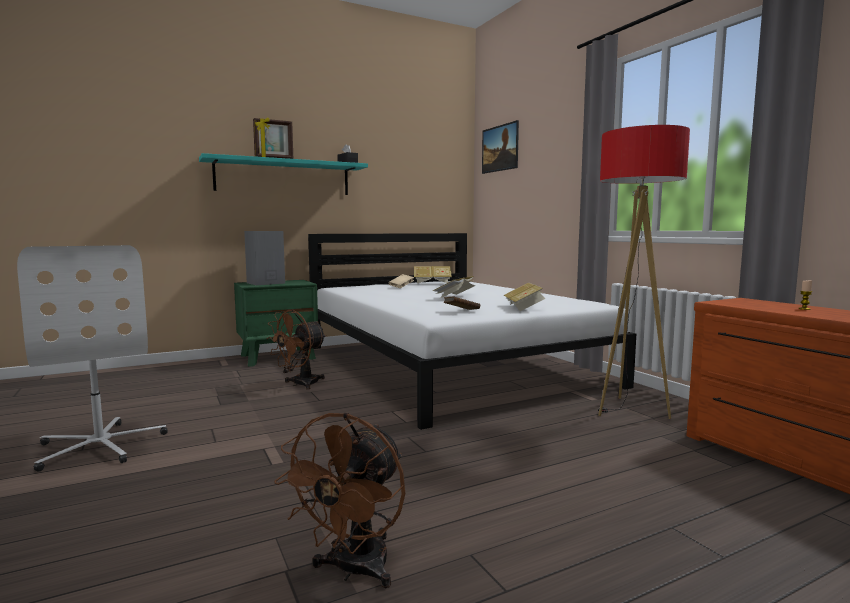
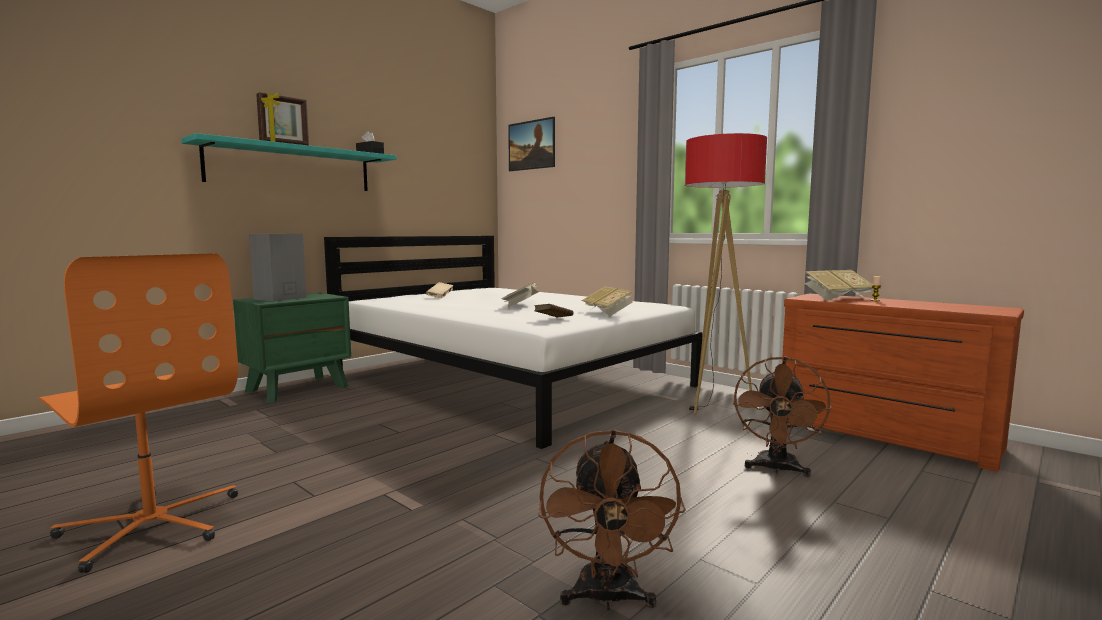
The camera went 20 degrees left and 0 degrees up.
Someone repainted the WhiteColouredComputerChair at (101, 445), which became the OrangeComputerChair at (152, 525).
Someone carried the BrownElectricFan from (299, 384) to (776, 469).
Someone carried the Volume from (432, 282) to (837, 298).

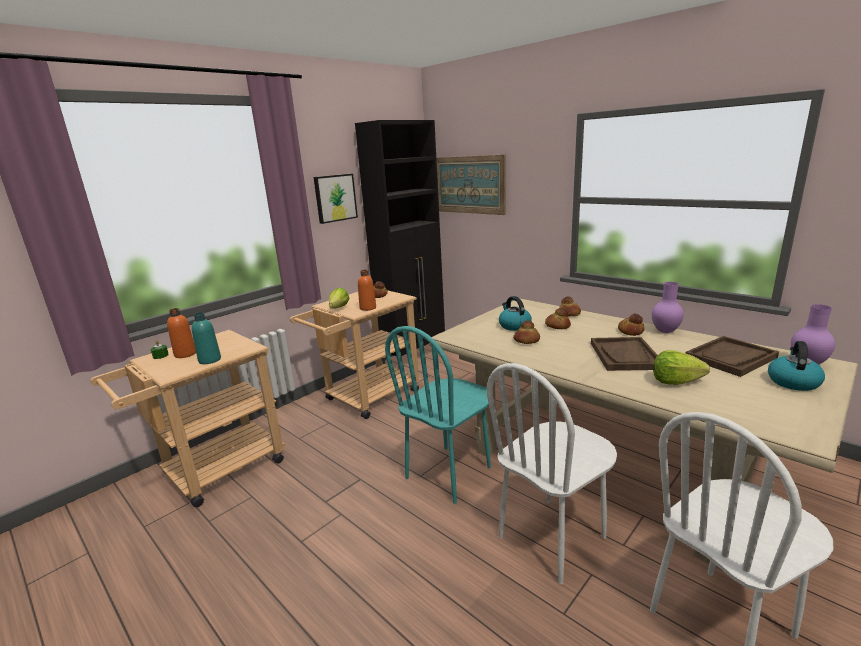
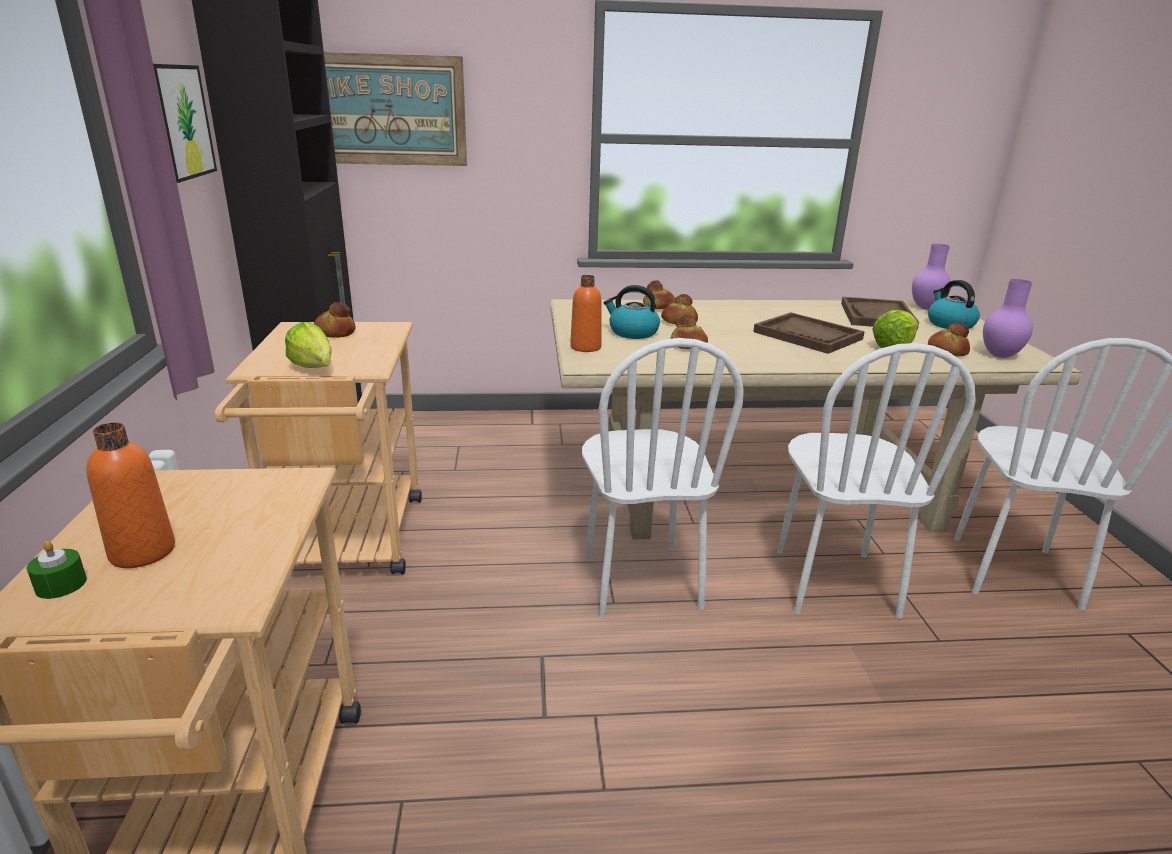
The camera went 50 degrees left and 5 degrees up.
Someone carried the OrangeBeverageBottle from (368, 308) to (585, 347).
Someone repainted the TurquoiseColouredChair at (449, 473), which became the WhiteColouredChair at (640, 580).
Someone carried the BakedBread from (631, 331) to (947, 351).
Someone carried the PurpleDecorativeVase from (664, 331) to (998, 355).
Someone took away the TurquoiseColouredBeverageBottle at (210, 360).

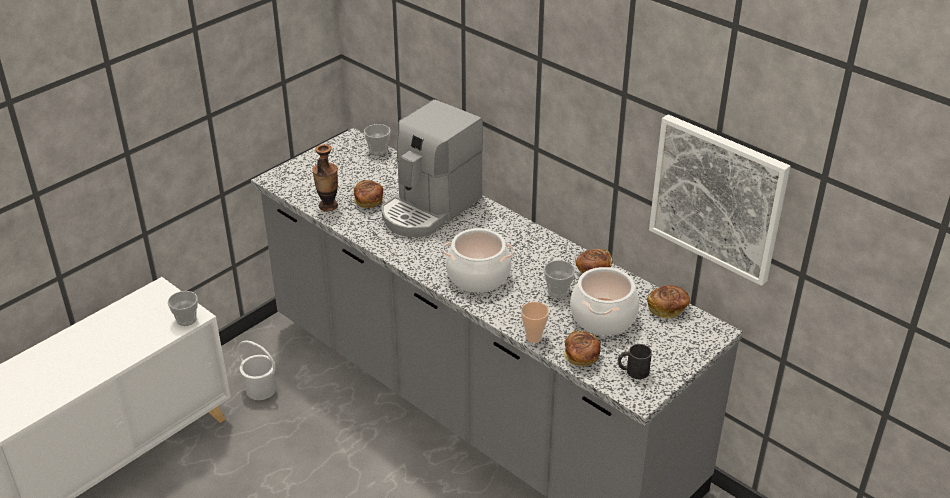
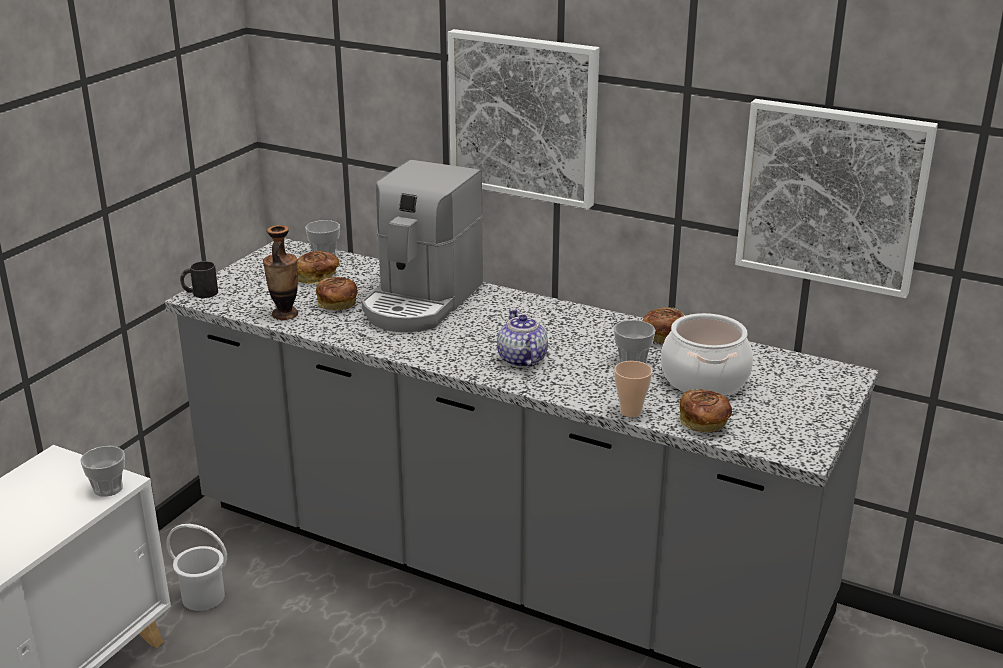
The camera went 15 degrees left and 10 degrees down.
Someone carried the BlackColouredMug from (632, 371) to (200, 293).
Someone carried the BakedBread from (667, 309) to (317, 277).
Someone put up the Picture at (523, 117).
Someone swapped the Saucepot at (478, 276) for the TeaPot at (521, 360).

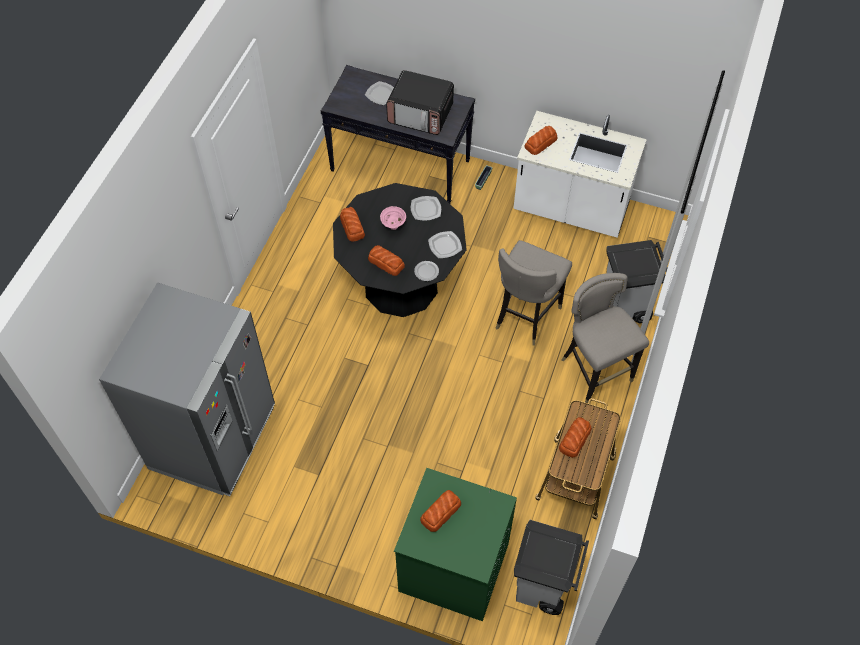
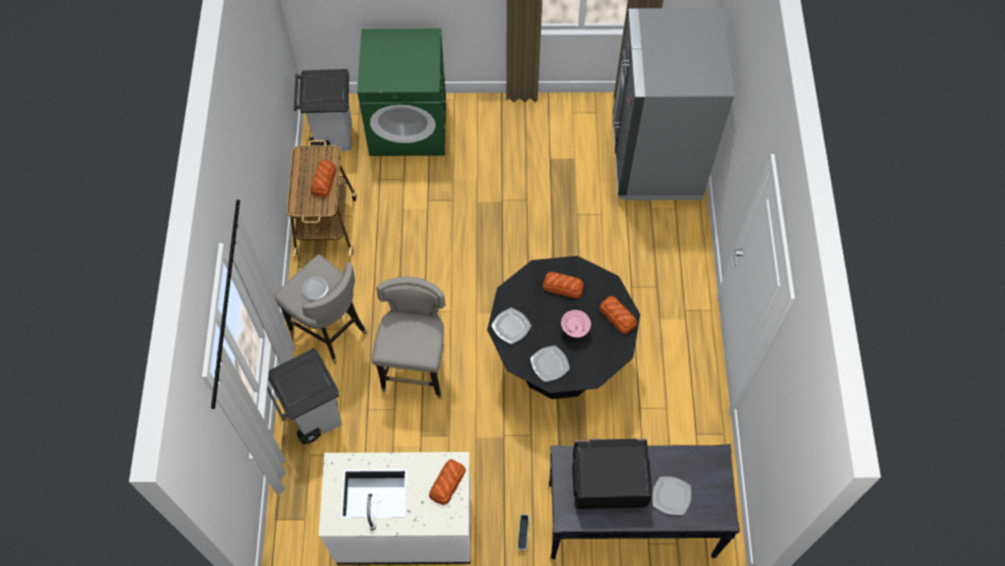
The camera went 160 degrees right and 5 degrees up.
Someone carried the Plate from (426, 271) to (315, 289).
Someone took away the BakedBread at (440, 512).

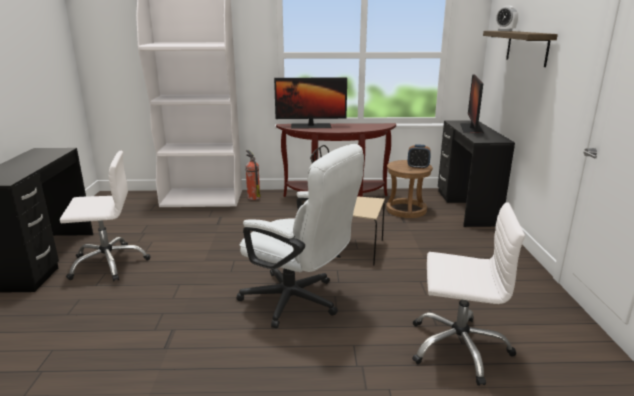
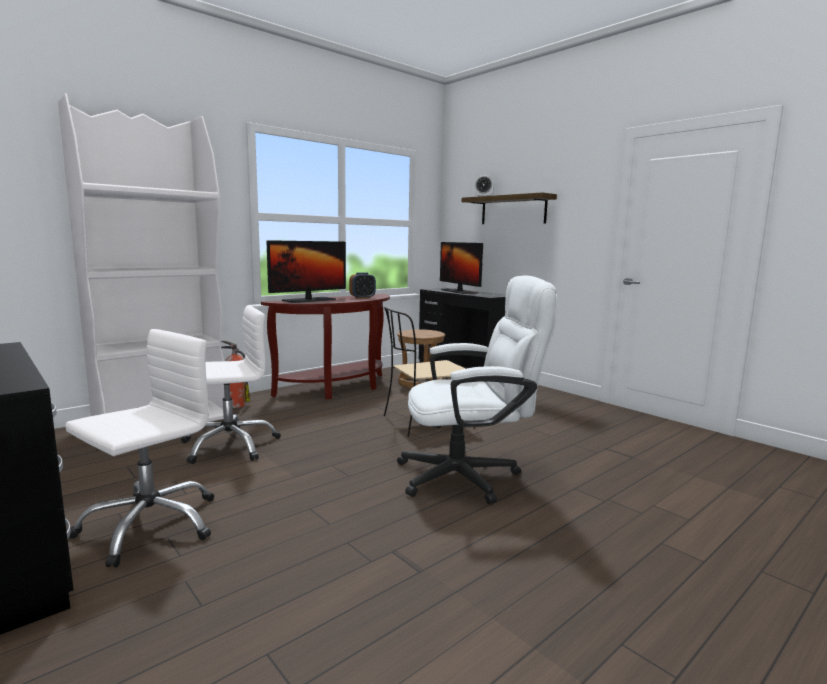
The camera went 40 degrees left and 10 degrees down.
Someone carried the WhiteColouredComputerChair from (458, 347) to (230, 445).
Someone carried the AlarmClock from (418, 167) to (362, 298).

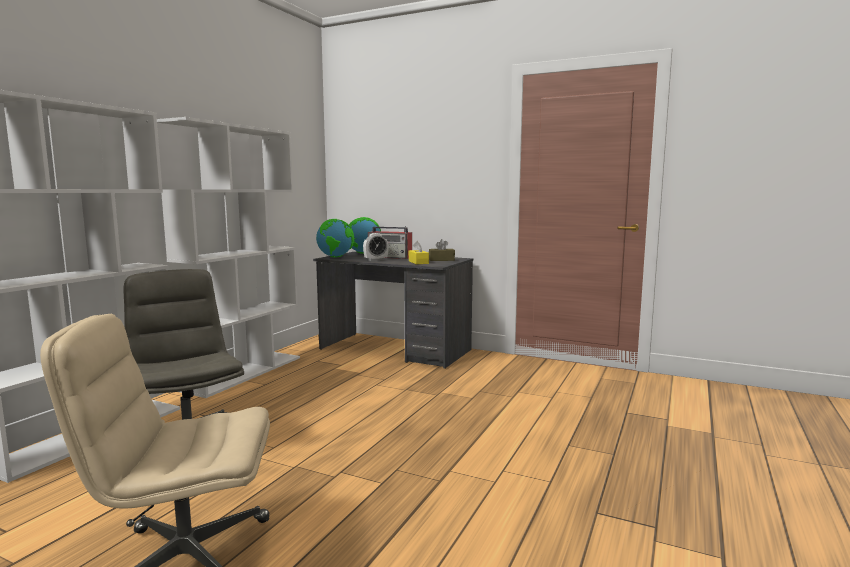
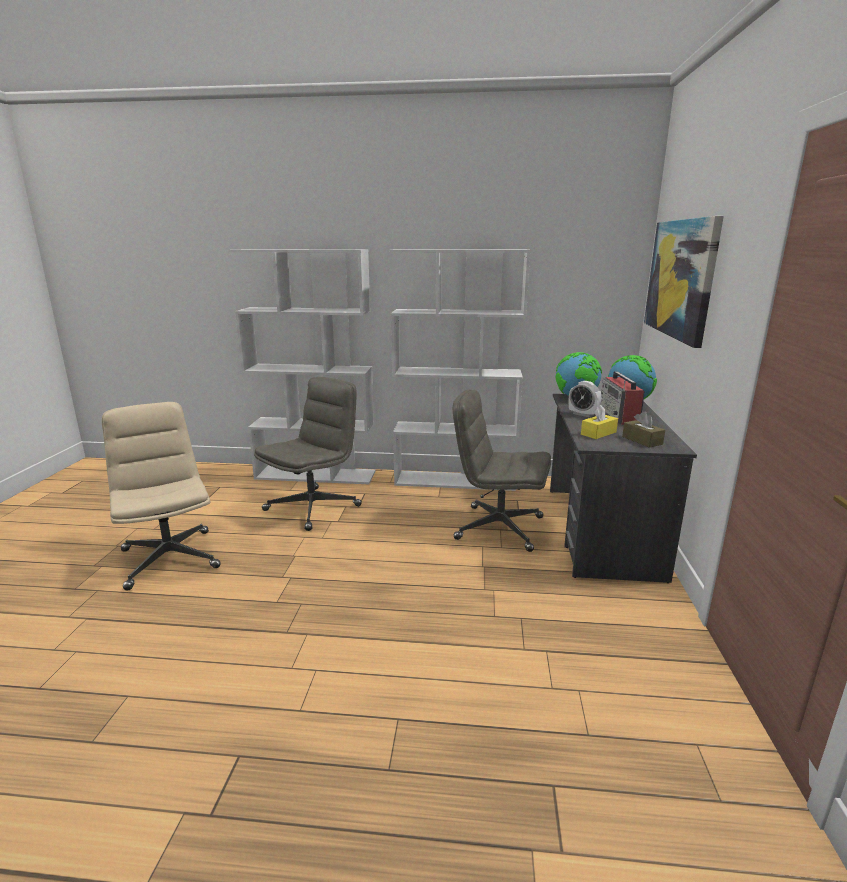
The camera went 70 degrees right and 10 degrees up.
Someone put down the GrayComputerChair at (498, 528).
Someone put up the Picture at (680, 278).

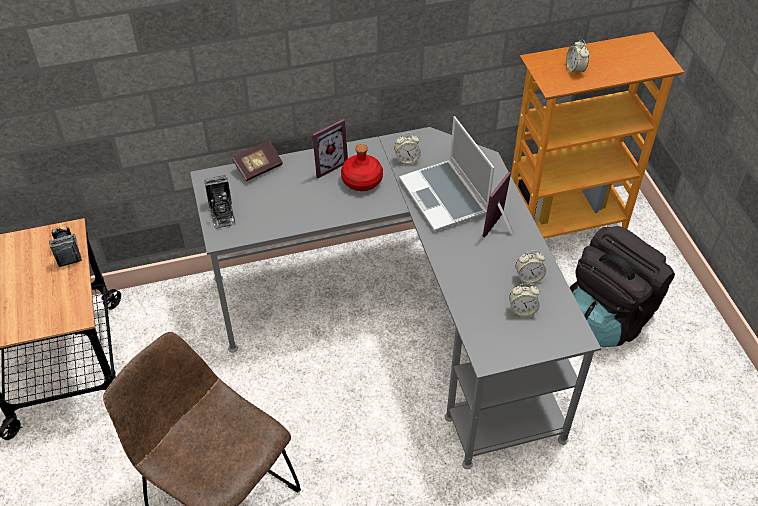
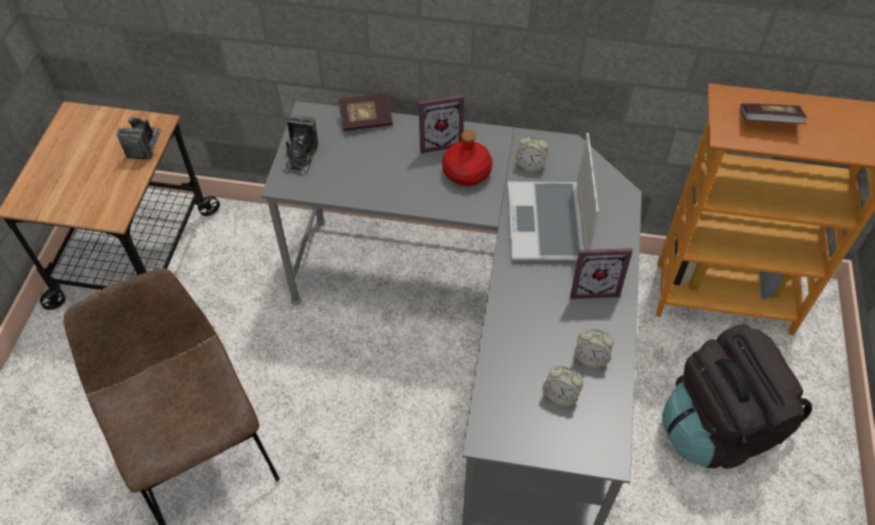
The camera went 25 degrees right and 5 degrees up.
Someone rotated the PhotoFrame at (501, 228) by 150 degrees counterclockwise.
Someone swapped the AlarmClock at (575, 69) for the Volume at (768, 122).

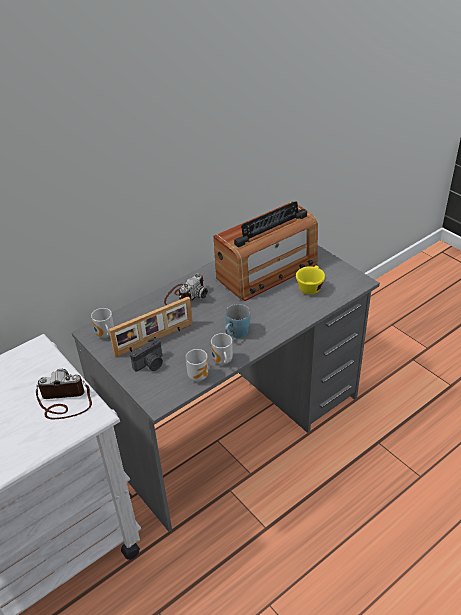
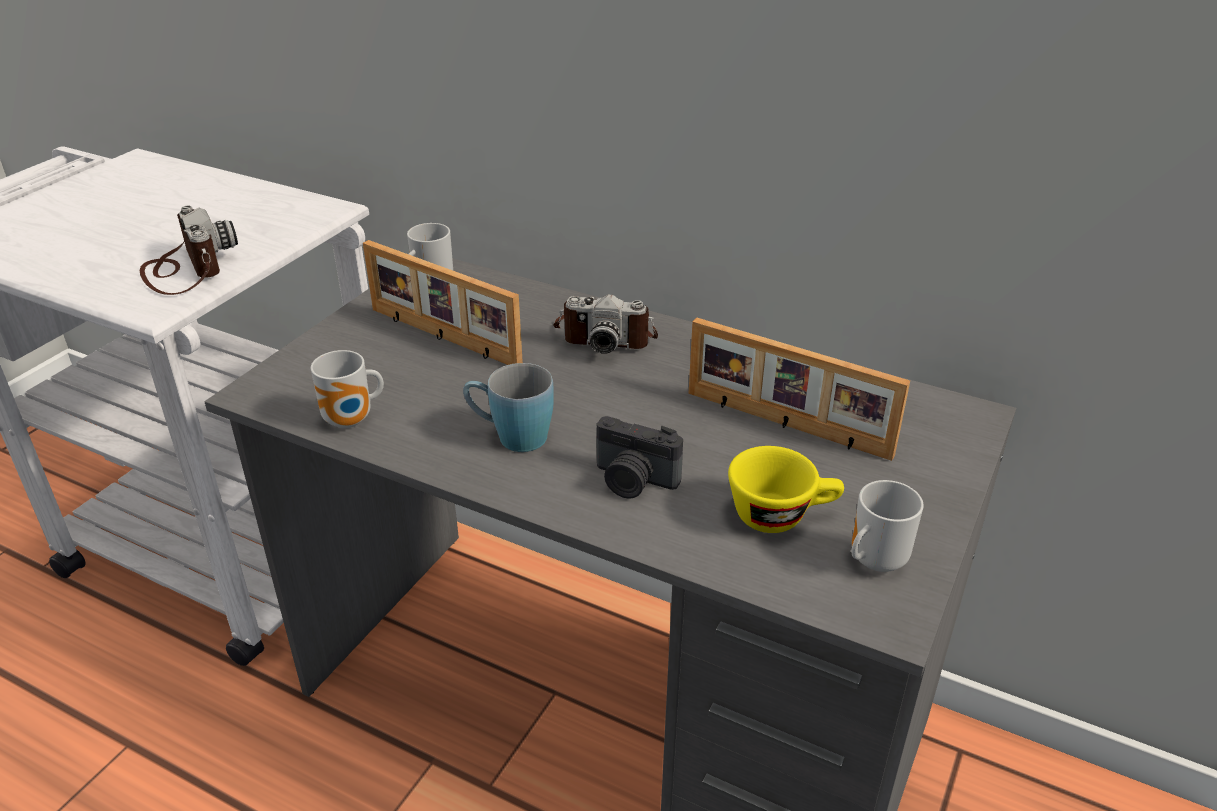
The camera went 65 degrees right and 5 degrees down.
Someone carried the PhotoCamera from (150, 364) to (633, 481).
Someone swapped the Radio at (267, 271) for the PhotoFrame at (786, 425).
Someone carried the Mug from (222, 362) to (873, 561).

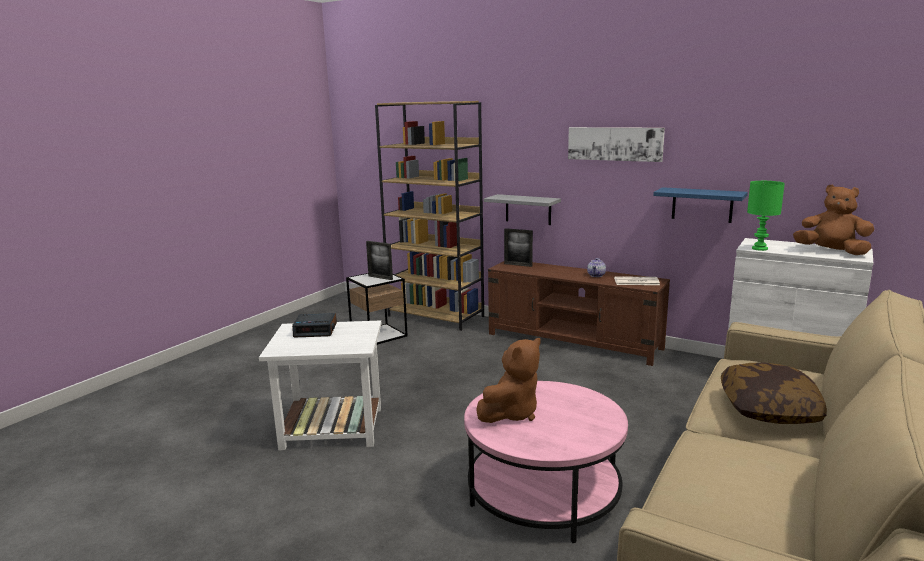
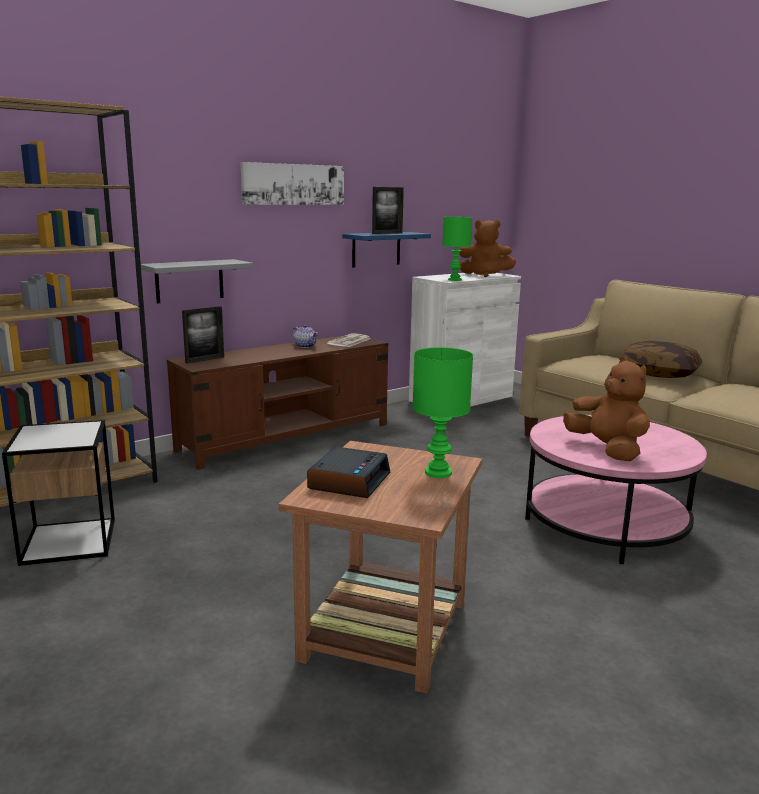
The camera went 70 degrees left and 0 degrees up.
Someone repainted the WhiteColouredEndTable at (334, 428), which became the BrownEndTable at (386, 628).
Someone carried the PhotoFrame from (380, 277) to (387, 233).
Someone put down the GreenLampForATable at (438, 473).
Someone rotated the BrownPlushToy at (831, 252) by 135 degrees counterclockwise.

